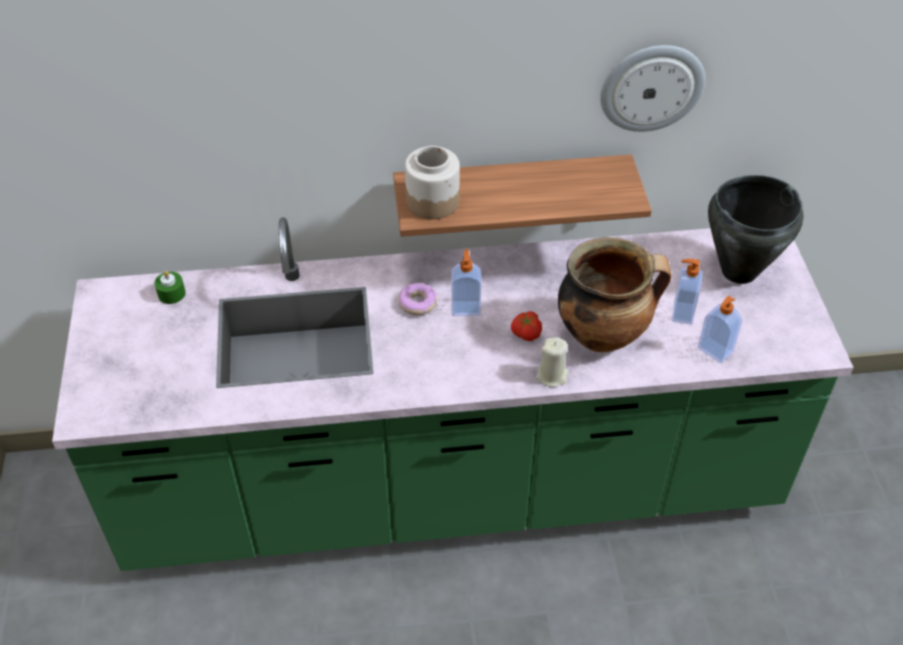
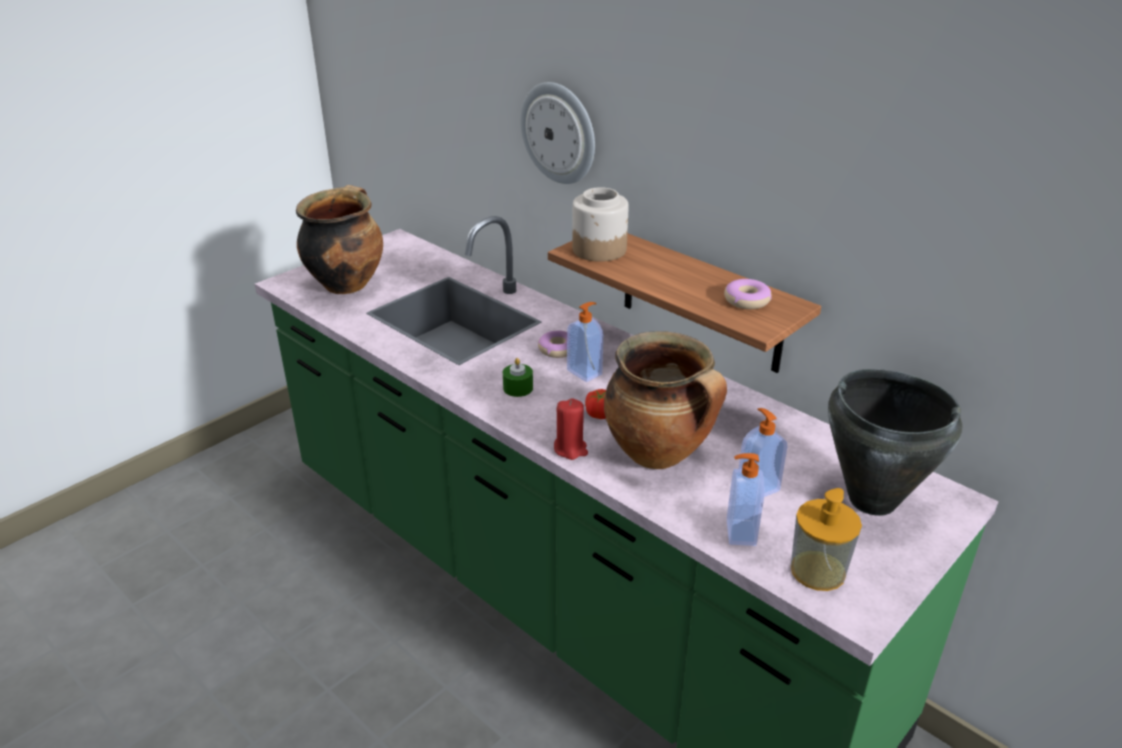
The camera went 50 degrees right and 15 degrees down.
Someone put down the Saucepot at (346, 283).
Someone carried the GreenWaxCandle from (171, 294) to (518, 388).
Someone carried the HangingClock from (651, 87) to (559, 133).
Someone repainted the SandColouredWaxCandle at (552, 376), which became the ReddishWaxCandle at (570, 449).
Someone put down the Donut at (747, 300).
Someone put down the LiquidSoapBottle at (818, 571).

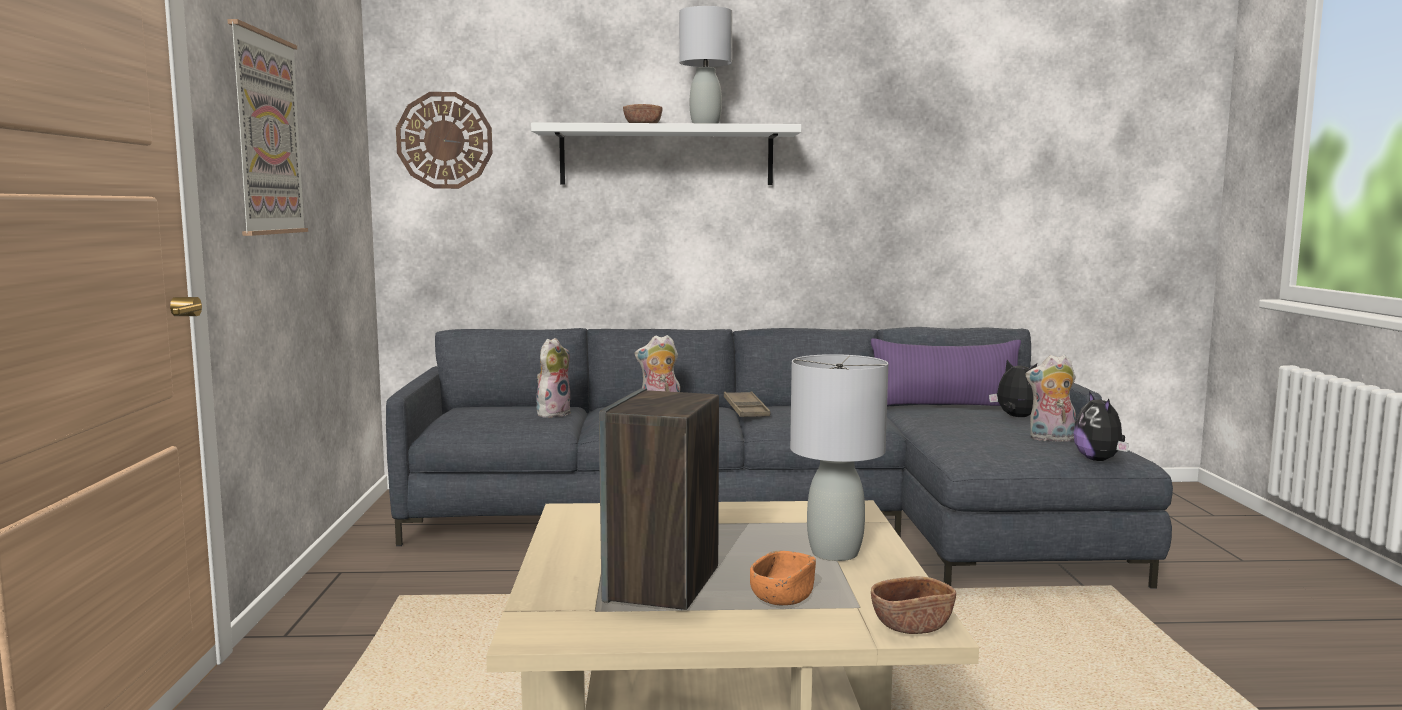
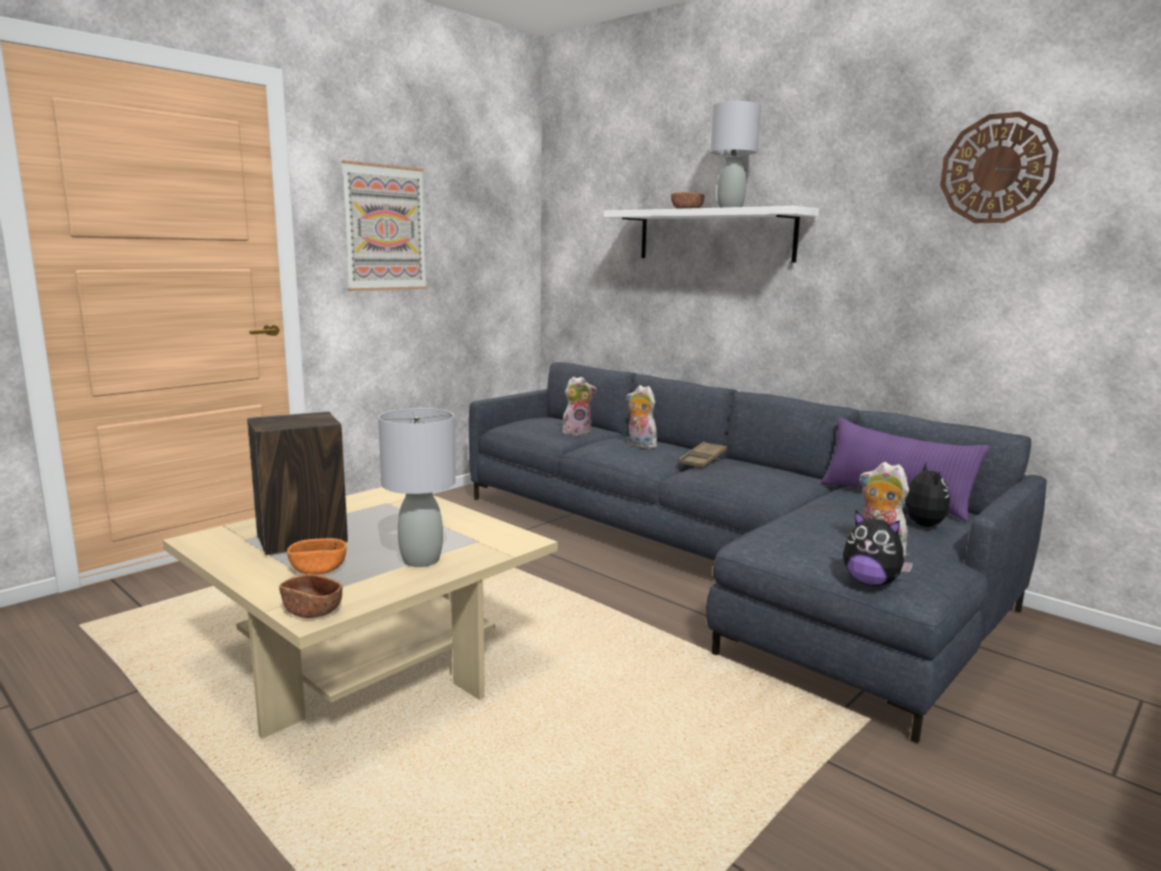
The camera went 45 degrees right and 5 degrees up.
Someone rotated the PlushToy at (1099, 460) by 90 degrees counterclockwise.
Someone carried the HangingClock from (444, 140) to (997, 169).

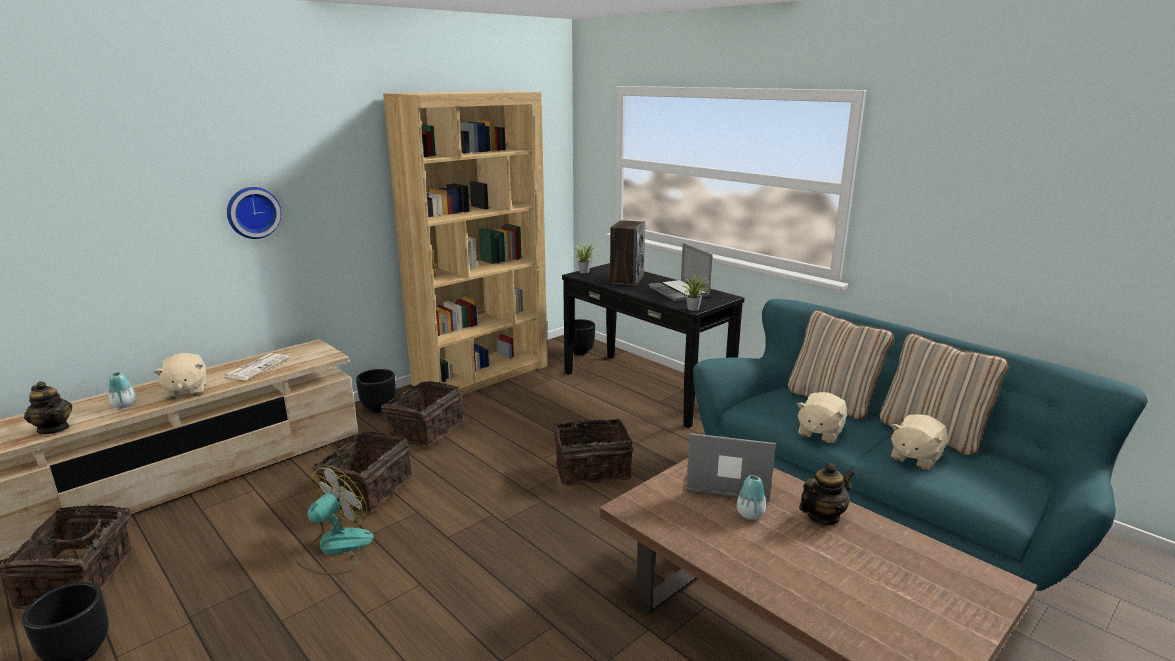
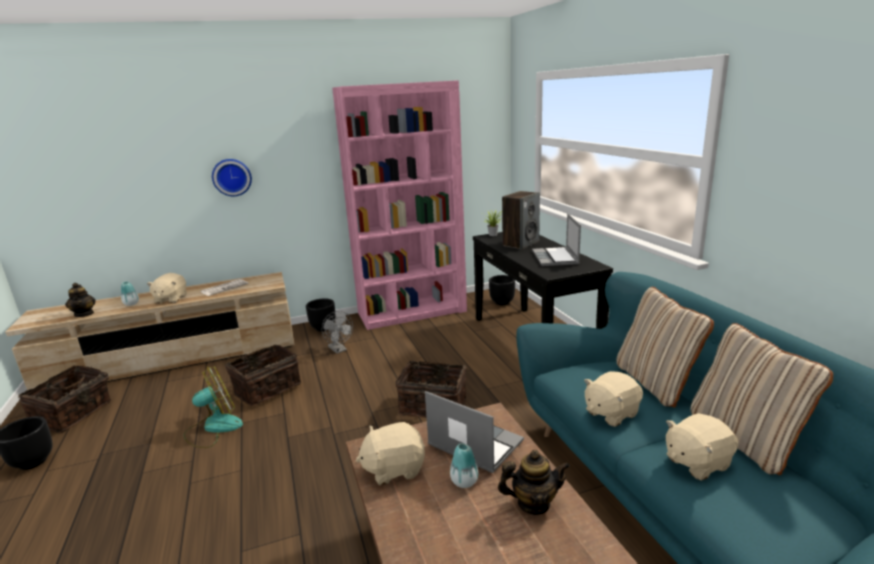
The camera went 25 degrees right and 0 degrees up.
Someone swapped the HouseholdBasket at (425, 430) for the GrayElectricFan at (339, 350).
Someone repainted the BrownBookcase at (482, 375), which became the PinkColouredBookcase at (412, 312).
Someone put down the SandColouredPlushToy at (394, 468).
Someone took away the Houseplant at (694, 309).

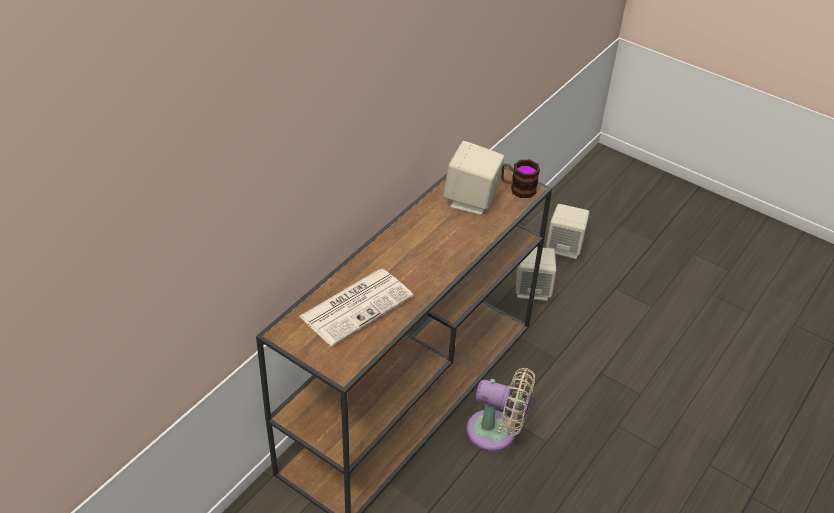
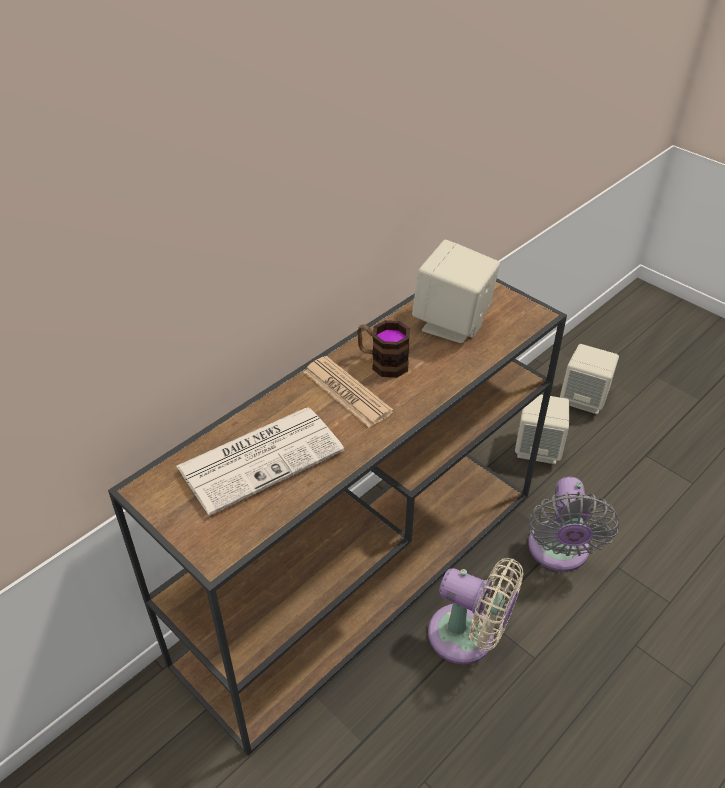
The camera went 10 degrees right and 0 degrees up.
Someone put down the DailyPaper at (347, 392).
Someone carried the Mug from (517, 188) to (382, 362).
Someone put down the GrayElectricFan at (558, 552).

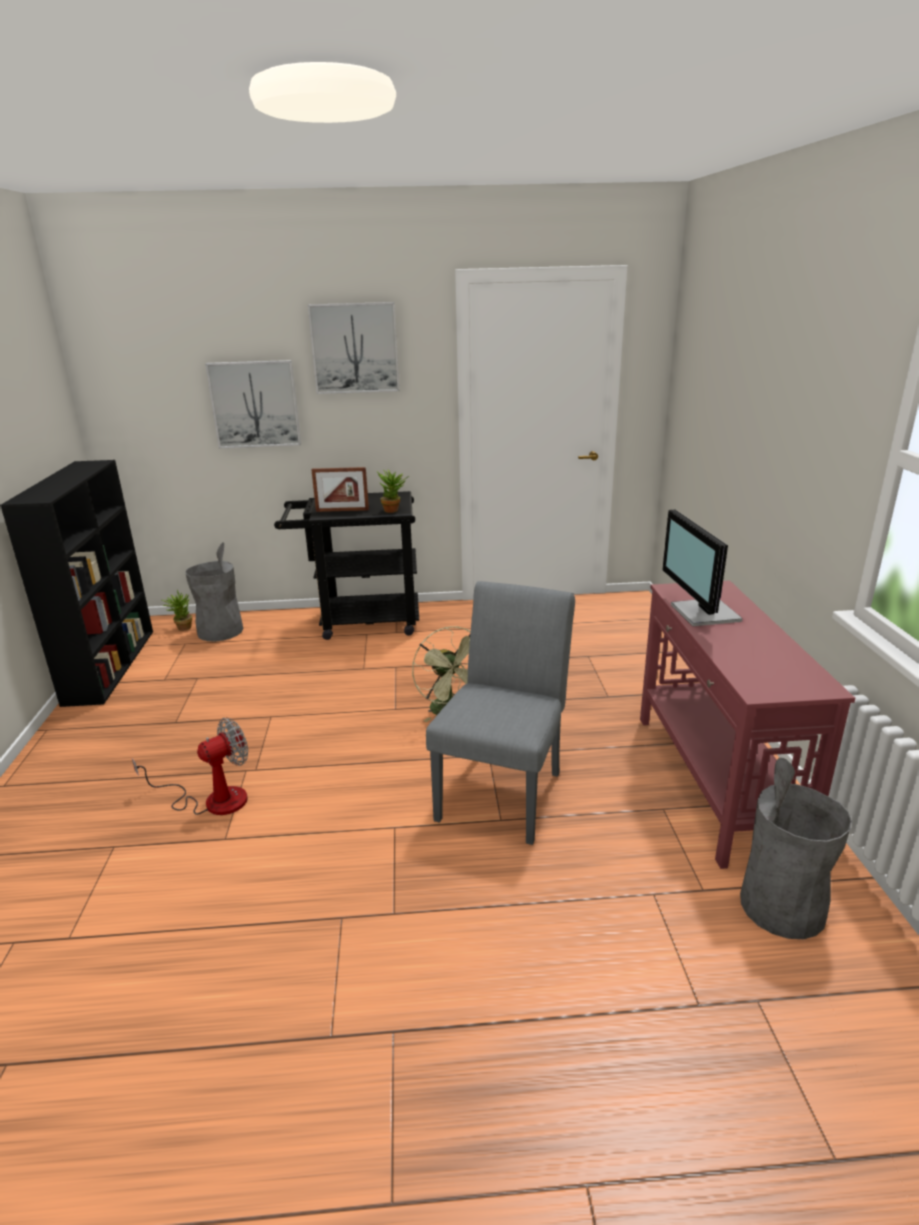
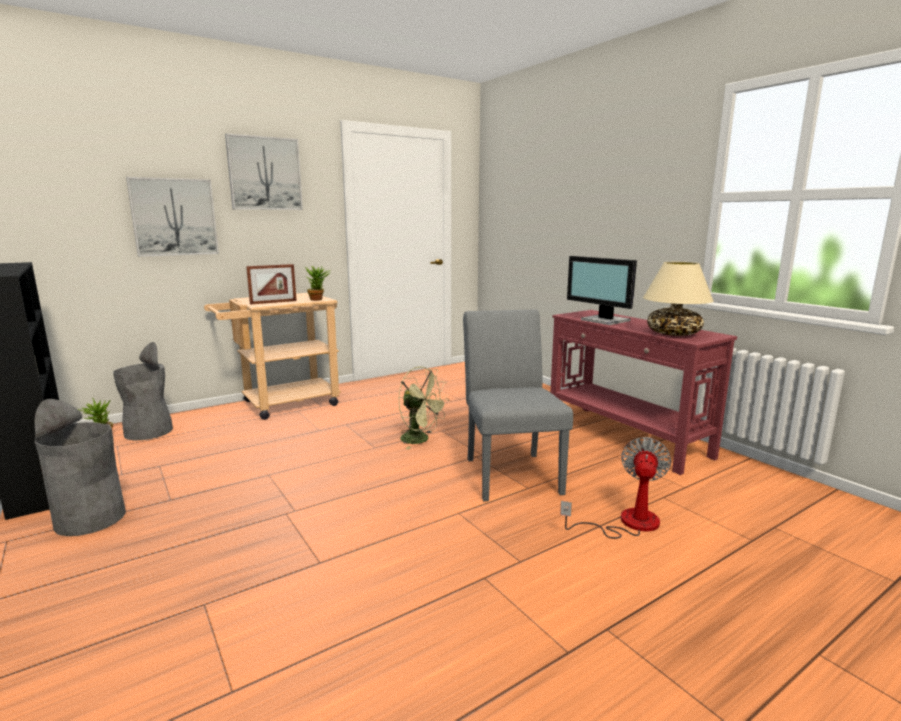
The camera went 30 degrees left and 10 degrees down.
Someone carried the GrayTrashCan from (782, 906) to (90, 519).
Someone repainted the BlackColouredTrolley at (359, 621), which became the SandColouredTrolley at (282, 404).
Someone carried the ElectricFan from (212, 799) to (627, 523).
Someone put down the SandColouredLampForATable at (673, 333).

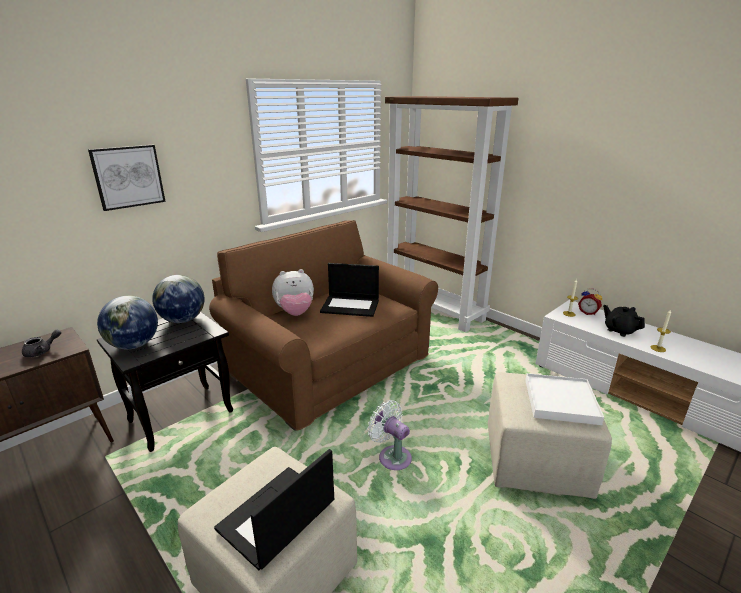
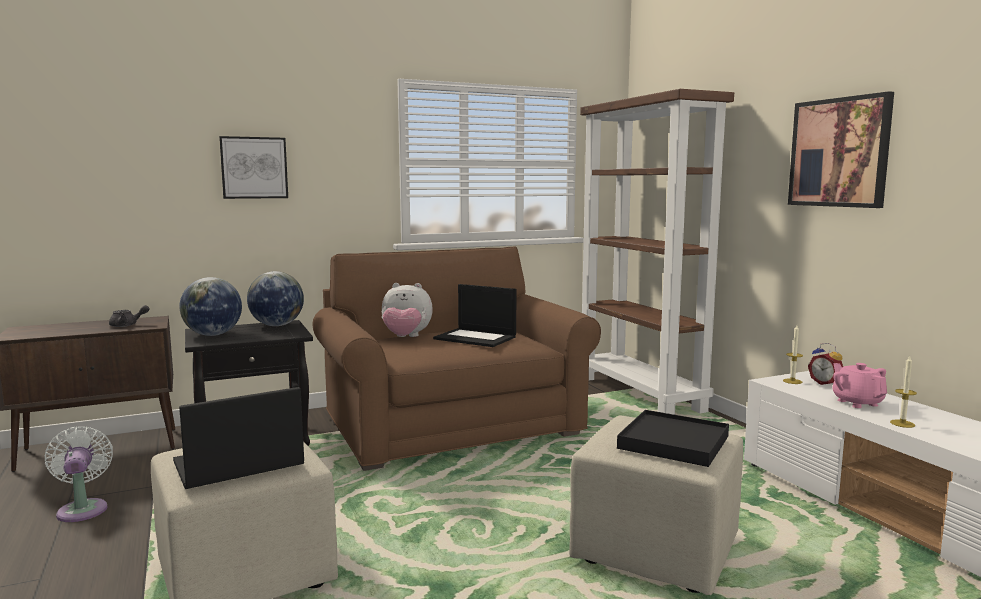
The camera went 20 degrees right and 15 degrees down.
Someone carried the WhiteColouredElectricFan from (392, 456) to (83, 509).
Someone repainted the WhiteColouredServingTray at (561, 401), which became the BlackColouredServingTray at (674, 442).
Someone put up the Picture at (839, 152).
Someone repainted the BlackColouredTeaPot at (619, 330), which became the PinkColouredTeaPot at (857, 402).

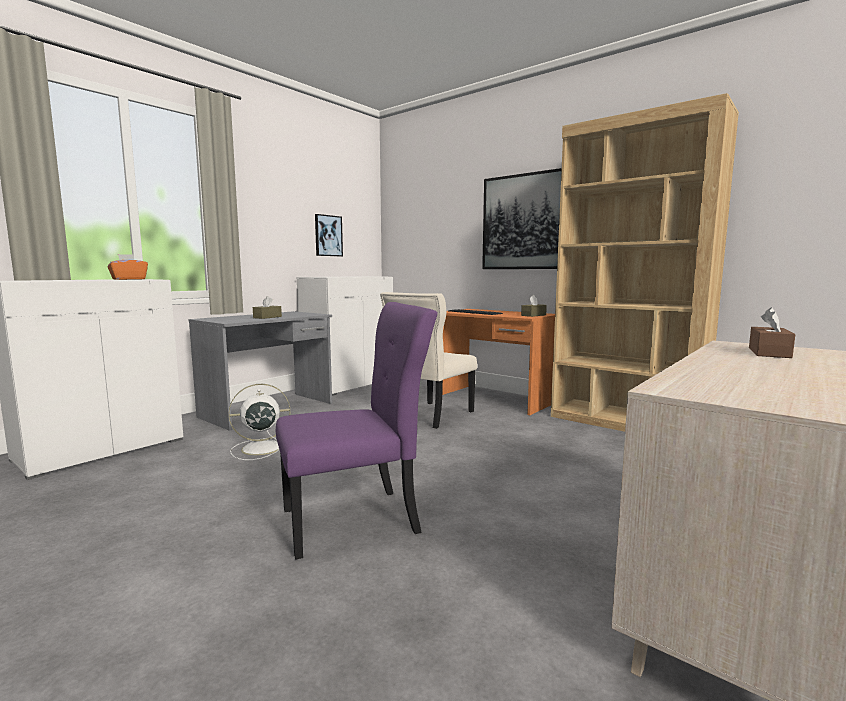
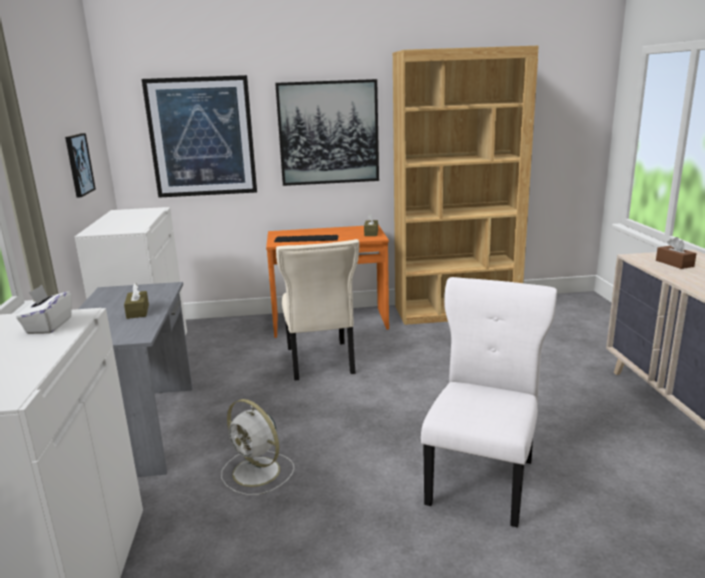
The camera went 45 degrees left and 10 degrees up.
Someone repainted the OrangeTissueHolder at (129, 279), which became the WhiteColouredTissueHolder at (48, 326).
Someone put up the Picture at (202, 137).
Someone rotated the WhiteColouredElectricFan at (260, 448) by 75 degrees counterclockwise.
Someone repainted the PurpleChair at (356, 520), which became the WhiteColouredChair at (483, 478).

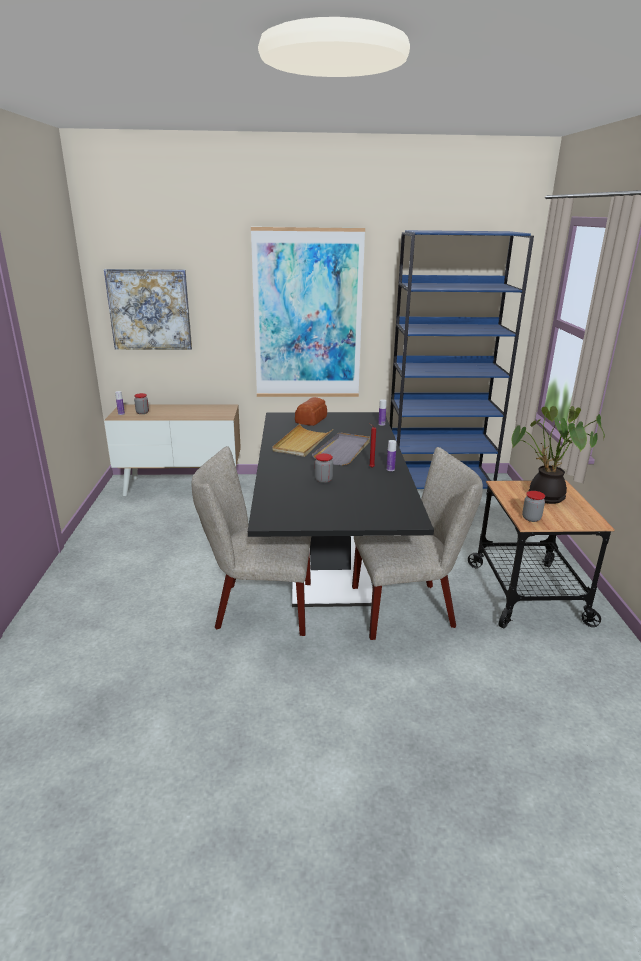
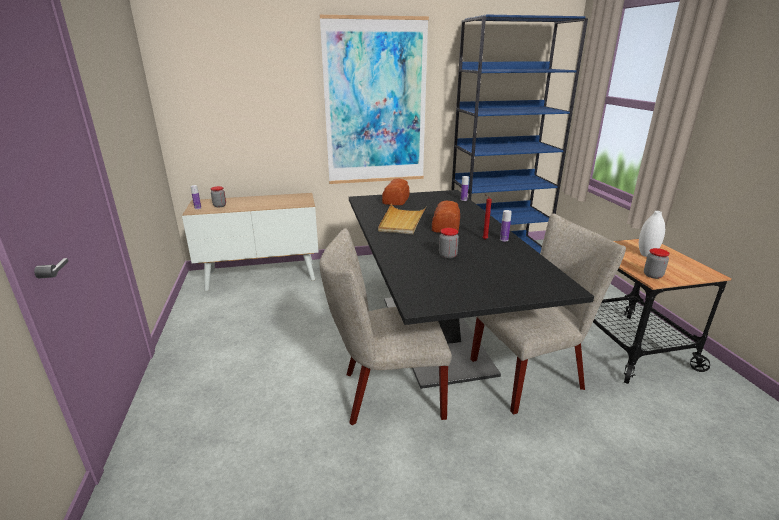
The camera went 10 degrees left and 0 degrees up.
Someone swapped the GrayServingTray at (343, 451) for the BakedBread at (446, 226).
Someone swapped the Houseplant at (544, 498) for the WhiteColouredDecorativeVase at (646, 255).
Someone took away the Picture at (149, 310).

